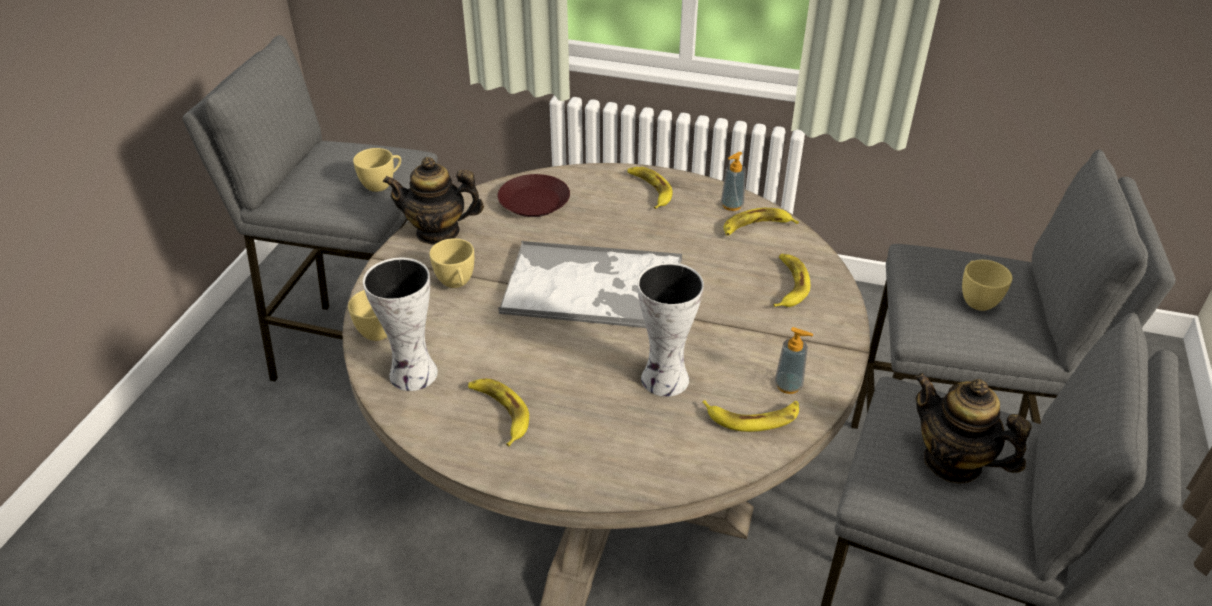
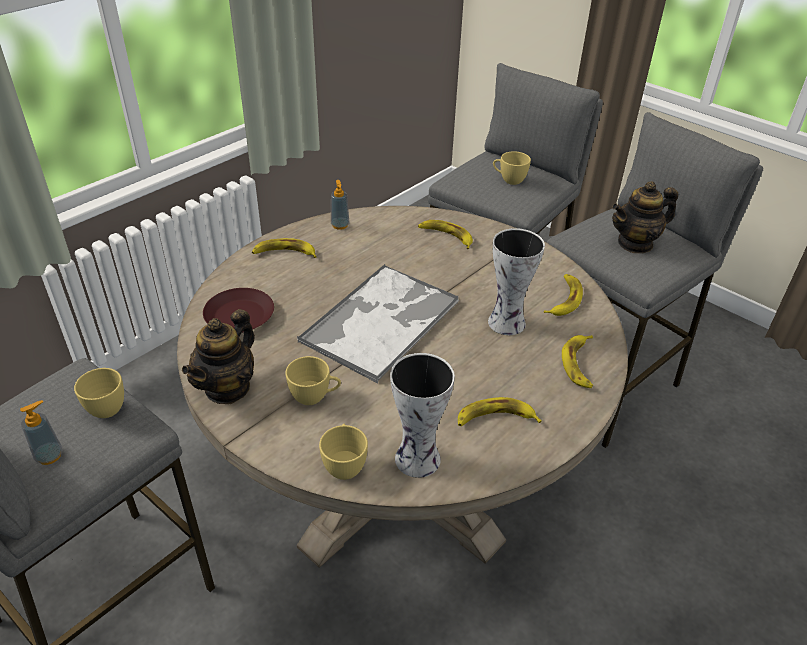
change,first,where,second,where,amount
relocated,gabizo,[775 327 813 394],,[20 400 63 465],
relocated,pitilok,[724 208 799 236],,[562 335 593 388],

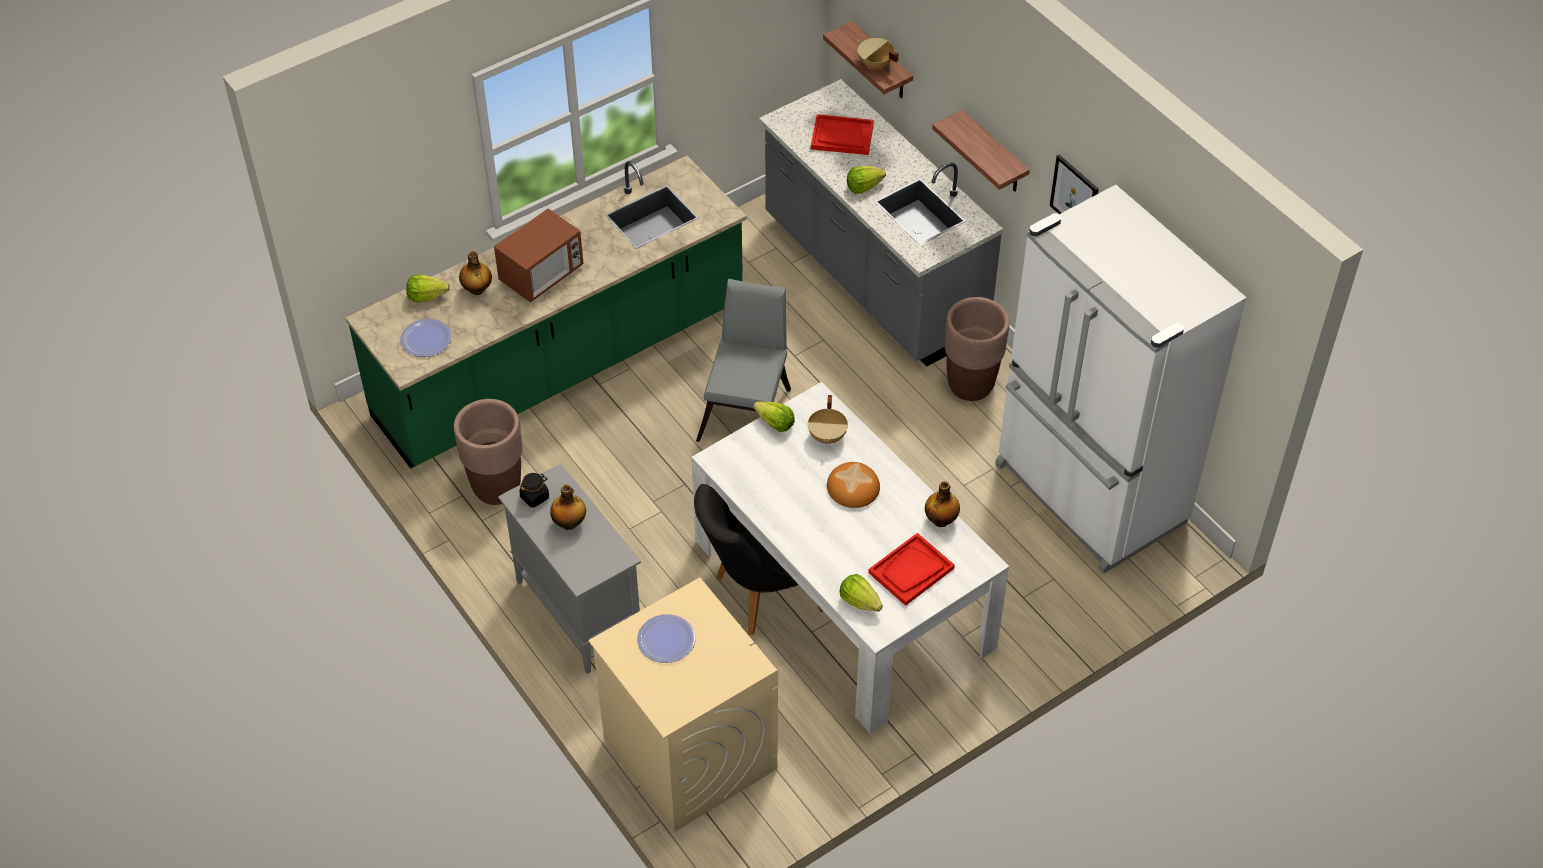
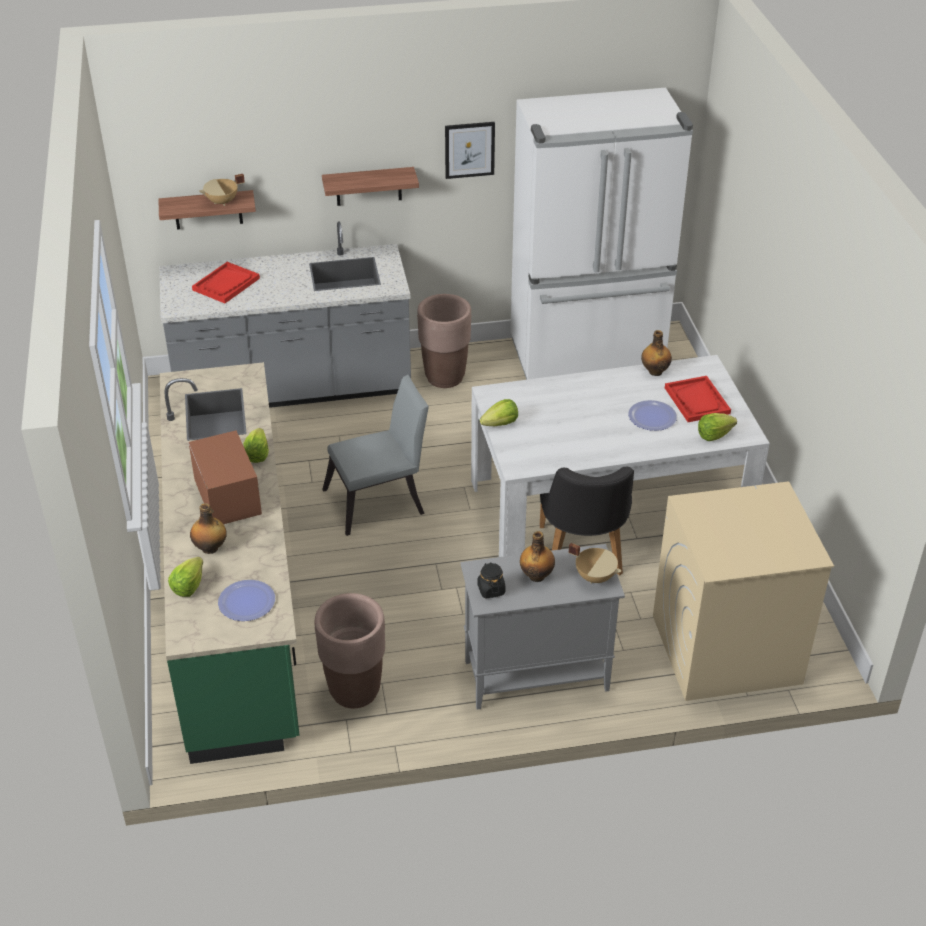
change,first,where,second,where,amount
relocated,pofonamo,[847 166 886 194],,[243 428 269 463],
spun,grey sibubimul,[696 279 791 442],,[322 375 429 536],120 degrees clockwise
relocated,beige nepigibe,[807 395 848 444],,[569 543 621 584],
relocated,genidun,[637 614 695 663],,[628 400 677 431],
missing,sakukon,[827 462 880 508],,,

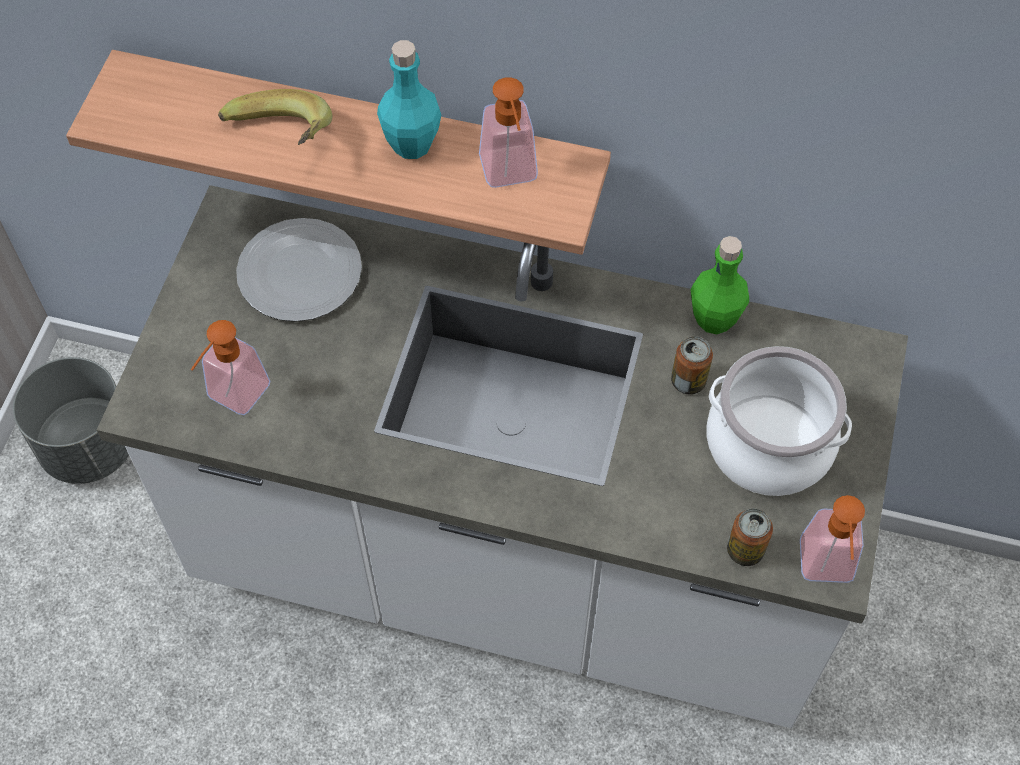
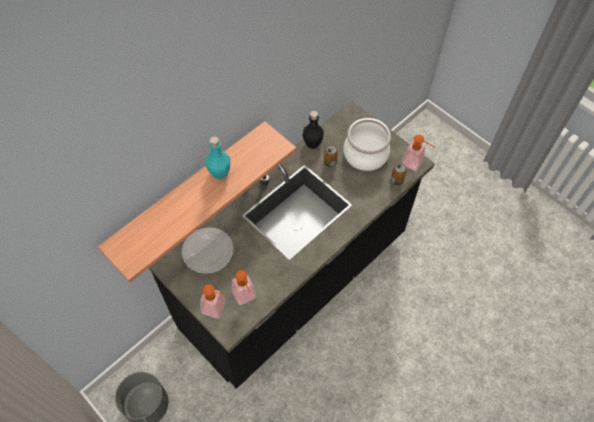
change,first,where,second,where,amount
colour,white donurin,[97 185 908 728],black donurin,[149 100 435 389],
relocated,gabizo,[479 77 538 188],,[200 284 228 318],
colour,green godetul,[690 236 749 334],black godetul,[302 111 324 149],
missing,pitilok,[218 89 332 145],,,

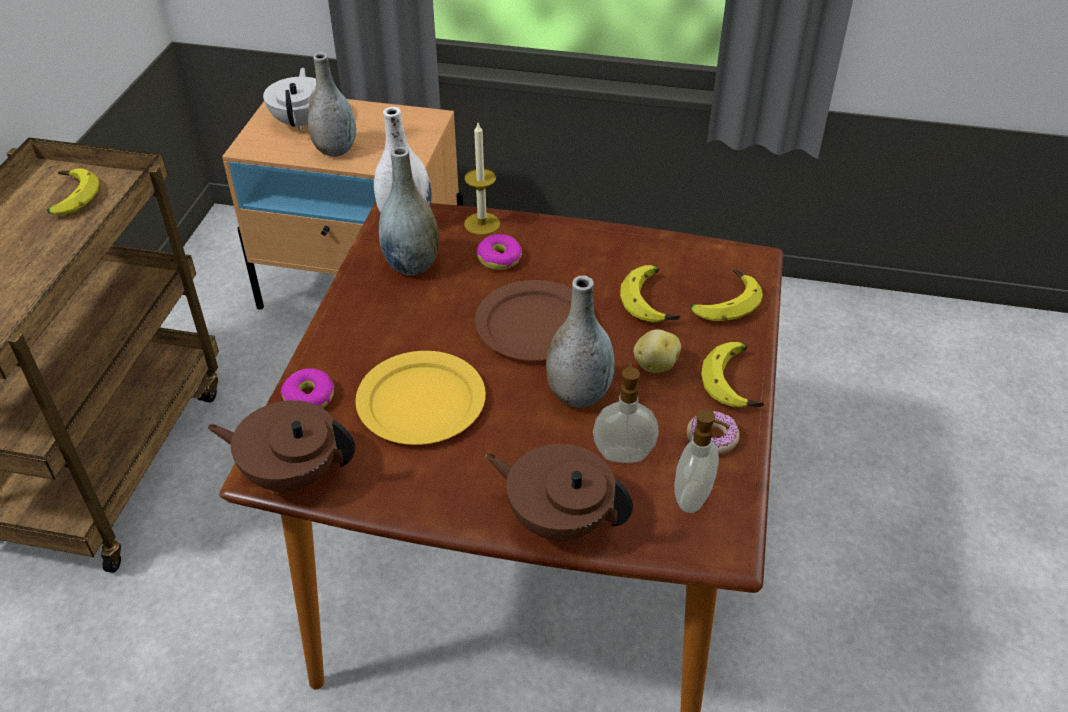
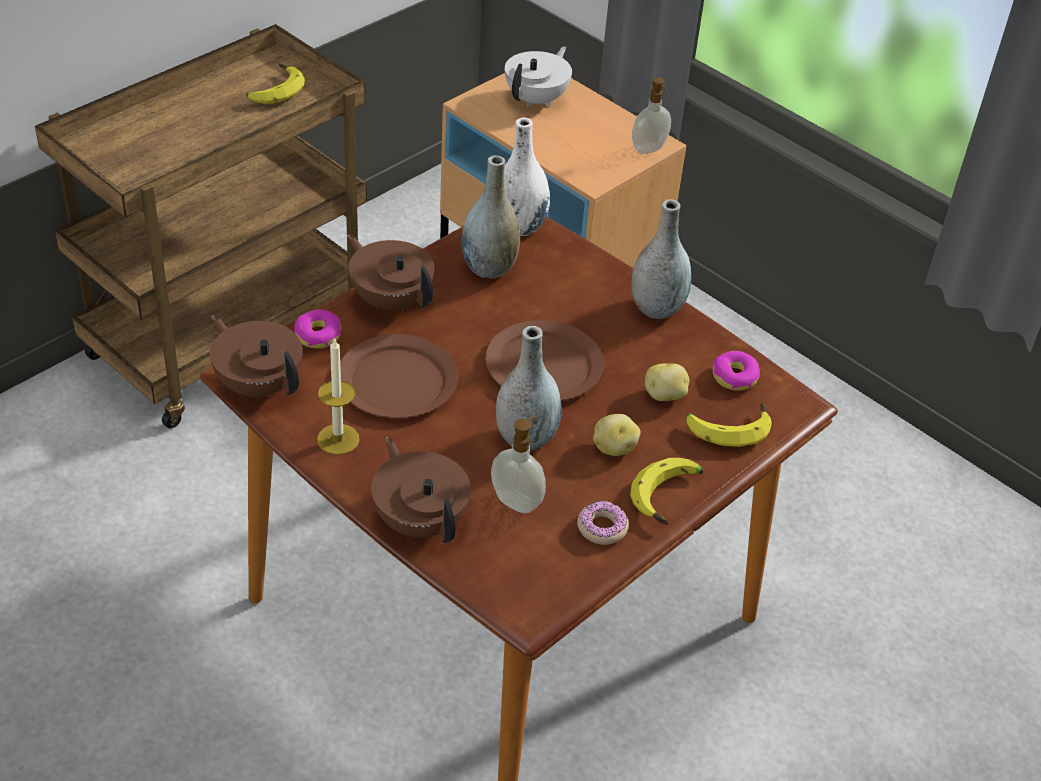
change,first,where,second,where,amount
relocated,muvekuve,[464 123 500 235],,[317 337 360 455],
colour,yellow genidun,[356 351 486 445],brown genidun,[340 334 458 418],
appeared,,,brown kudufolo,[348 235 434 311],
relocated,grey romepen,[307 52 356 157],,[631 199 691 319],
relocated,gabizo,[674 409 730 513],,[632 77 671 154],
exchanged,pitilok,[620 265 681 322],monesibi,[645 363 689 401],
relocated,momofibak,[477 234 522 270],,[713 351 760 391],

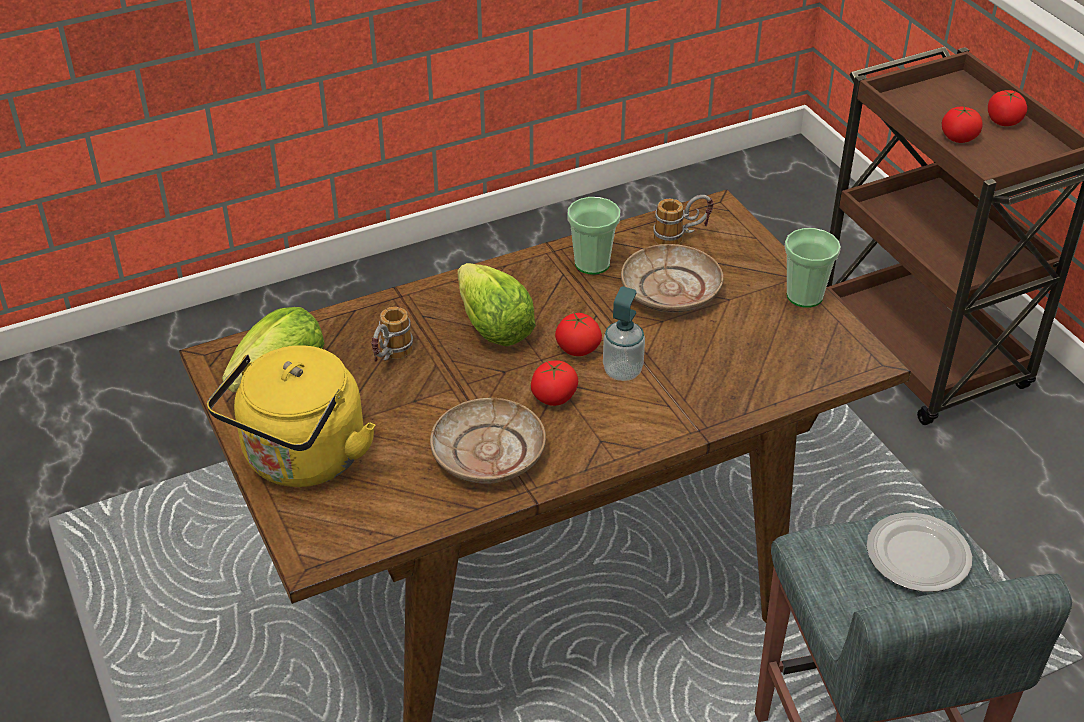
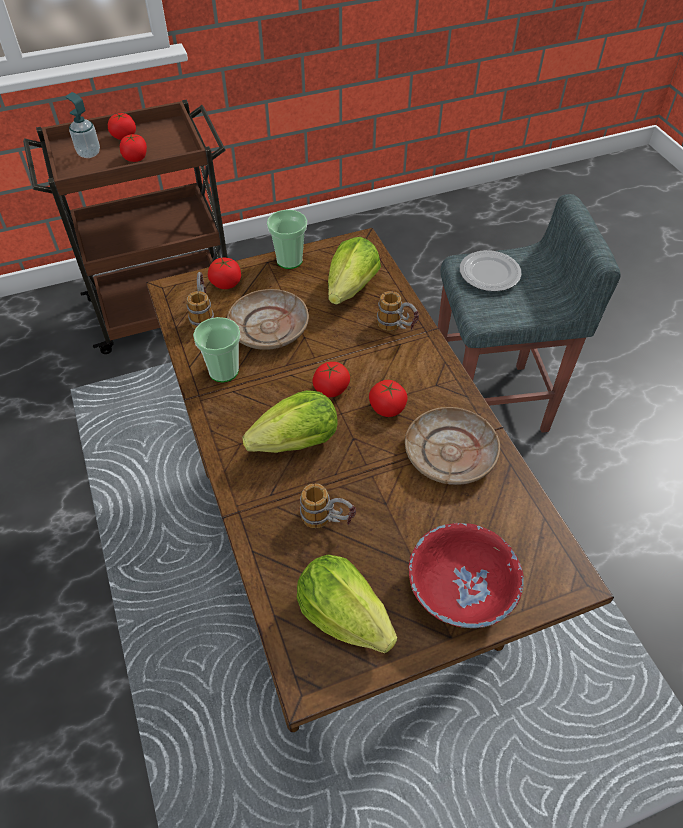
change,first,where,second,where,amount
relocated,gabizo,[603 286 645 381],,[66 92 100 158],
appeared,,,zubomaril,[208 258 241 289],
appeared,,,pofonamo,[328 237 381 305],
appeared,,,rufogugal,[377 291 419 331],
exchanged,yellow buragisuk,[207 345 375 487],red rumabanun,[409 523 524 628],

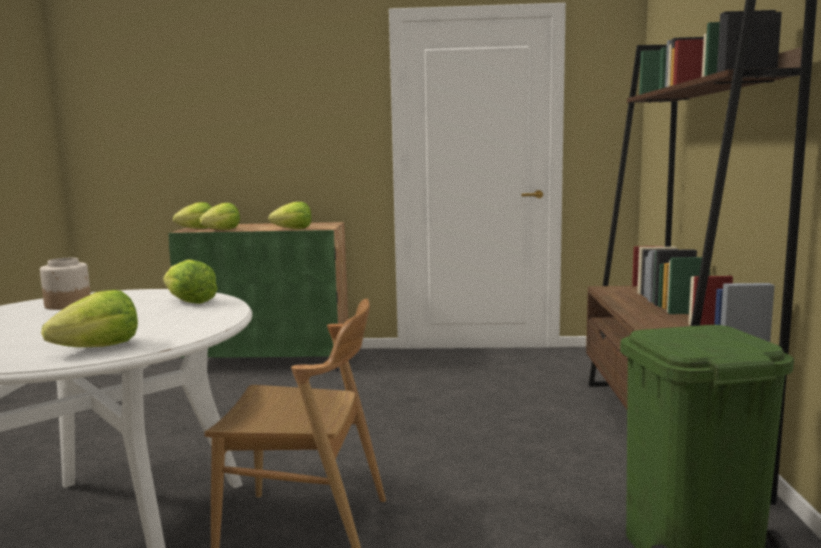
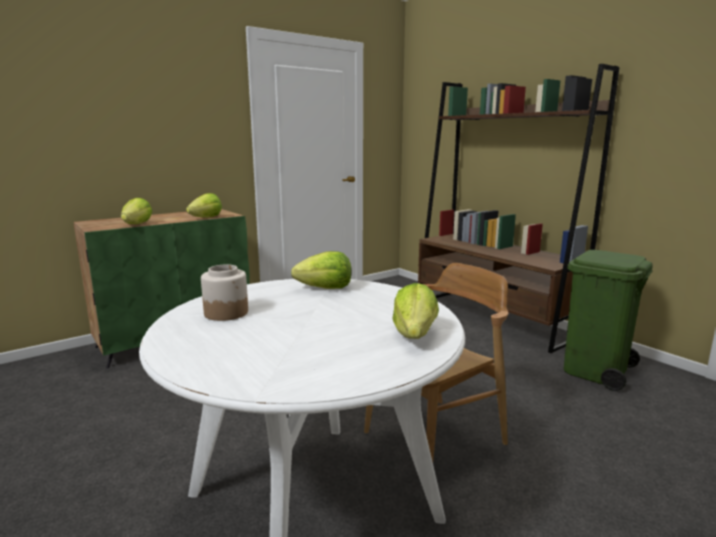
change,first,where,second,where,amount
missing,pofonamo,[173 202 212 229],,,

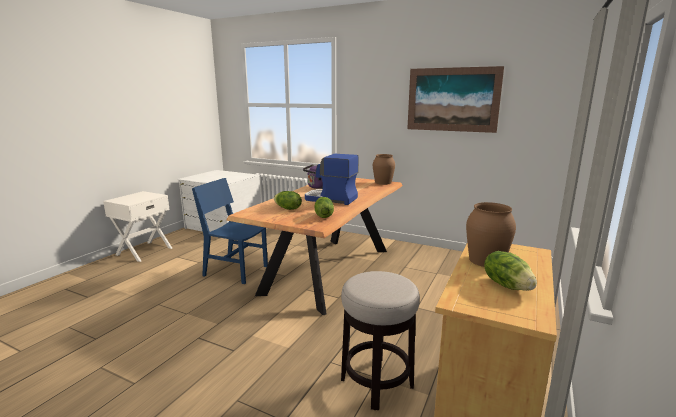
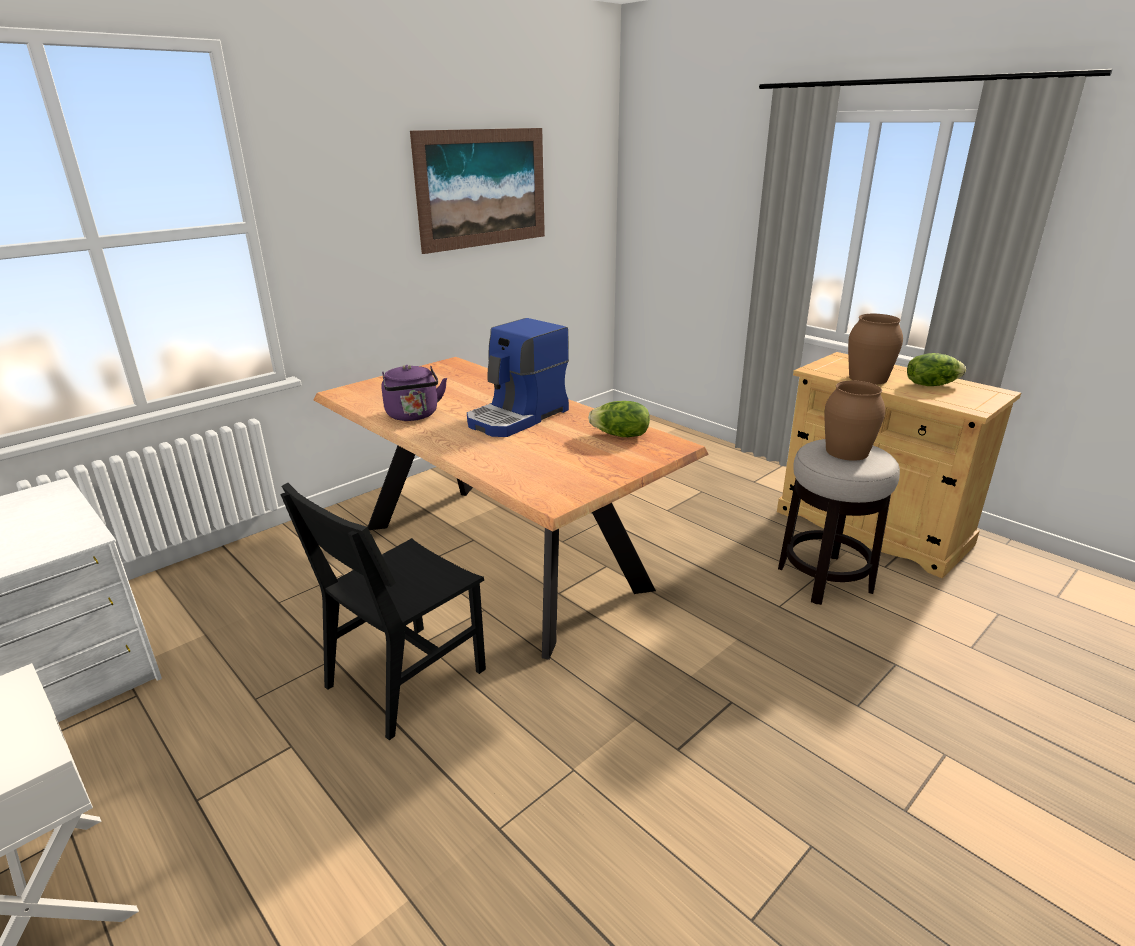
change,first,where,second,where,amount
colour,blue sibubimul,[192 178 268 284],black sibubimul,[280 483 486 740],
relocated,brown romepen,[373 154 395 185],,[825 380 885 461],
missing,pofonamo,[274 191 302 210],,,

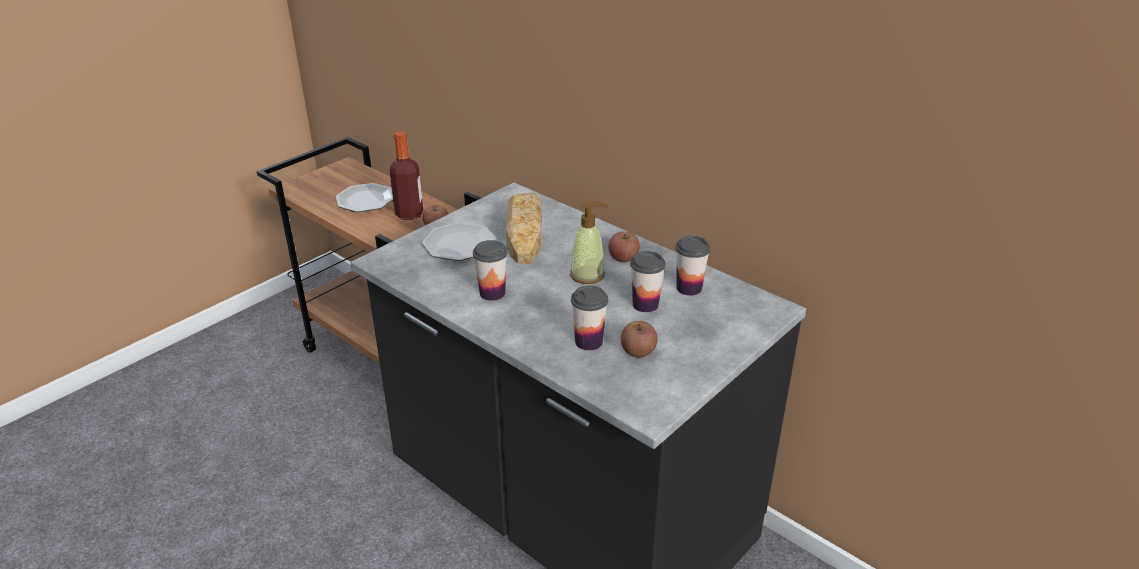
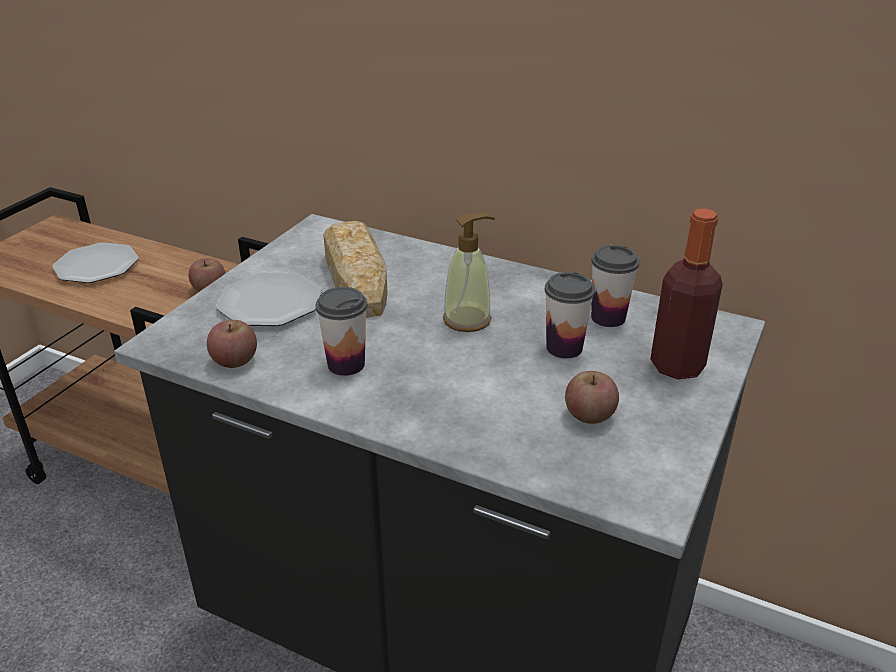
change,first,where,second,where,amount
relocated,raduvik,[608 231 640 262],,[207 320 257 368],
relocated,godetul,[389 131 423 220],,[650 208 723 379],
missing,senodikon,[571 285 608 350],,,

